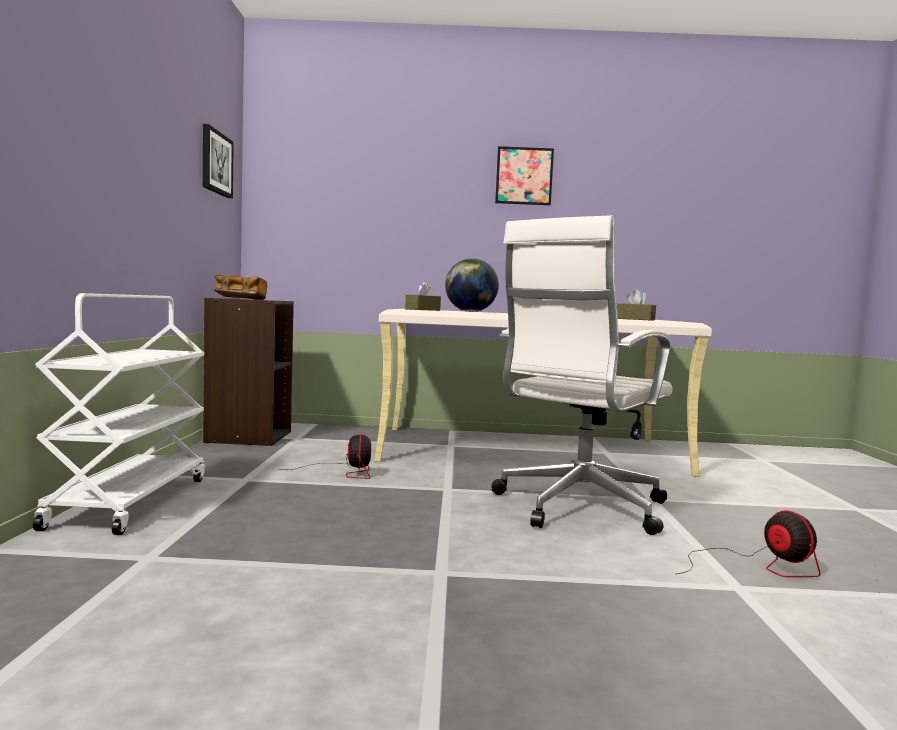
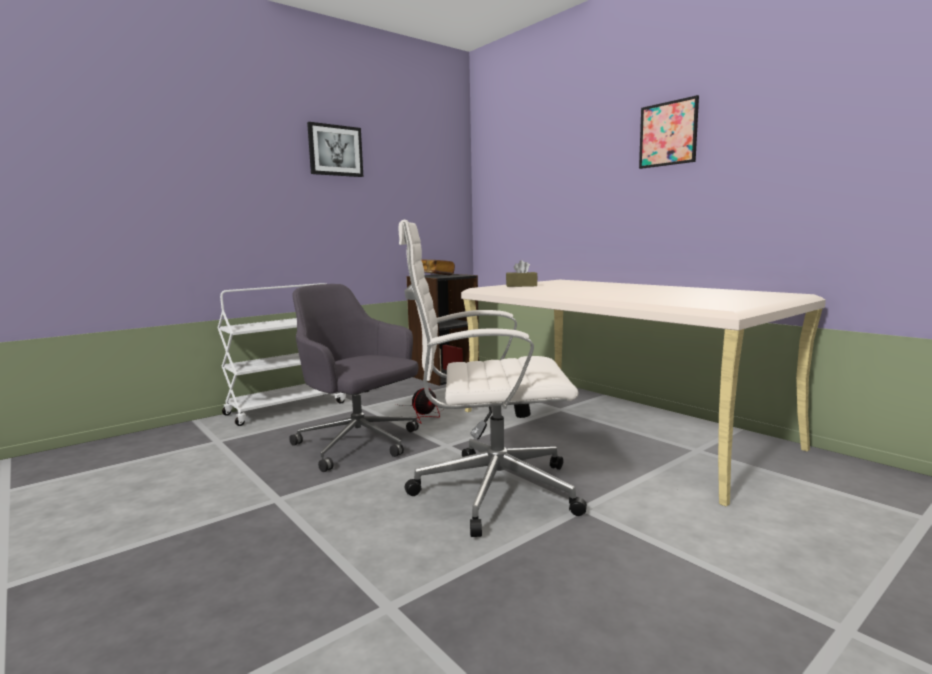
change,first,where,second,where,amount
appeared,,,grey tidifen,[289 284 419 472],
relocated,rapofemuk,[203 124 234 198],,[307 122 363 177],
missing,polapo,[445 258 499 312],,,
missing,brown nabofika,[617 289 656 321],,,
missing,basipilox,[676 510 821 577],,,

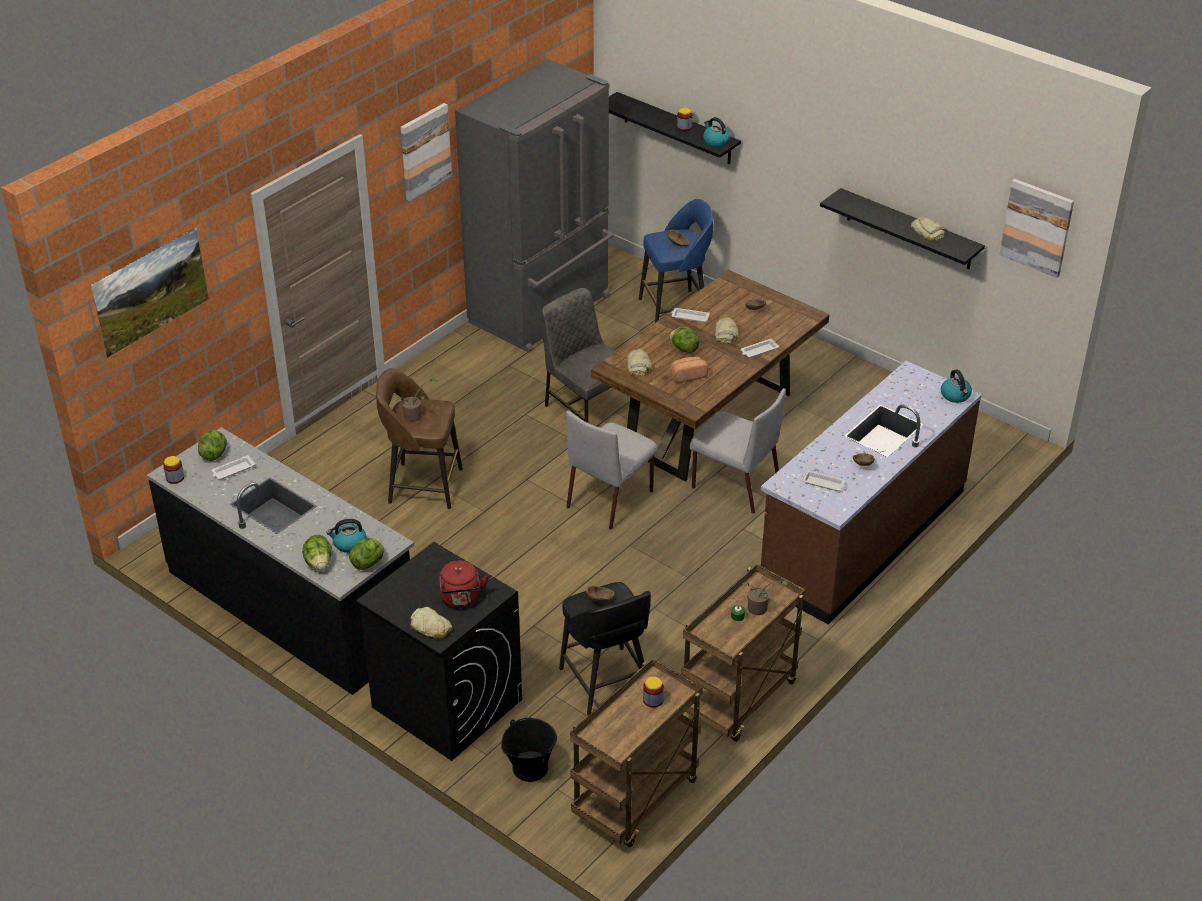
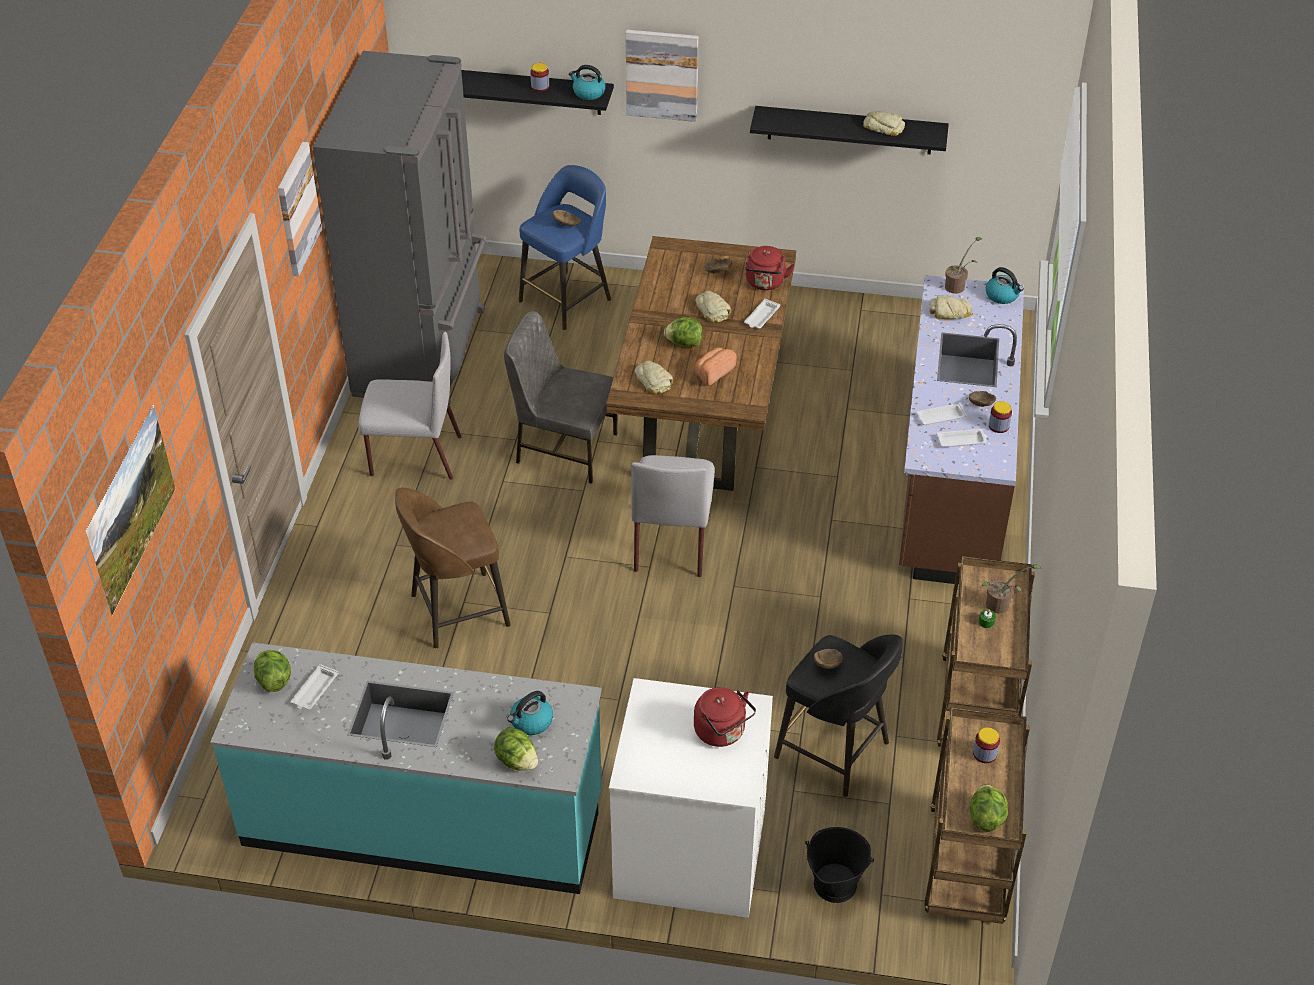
change,first,where,second,where,amount
colour,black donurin,[147 427 414 695],turquoise donurin,[210 642 602 894],
relocated,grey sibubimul,[690 388 786 514],,[358 332 461 480],
colour,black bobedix,[356 542 522 761],white bobedix,[609 678 773 918],
relocated,rapofemuk,[999 179 1074 278],,[626 30 698 122],
appeared,,,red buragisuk,[745 246 794 290],
relocated,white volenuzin,[671 308 710 322],,[917 403 967 425],
relocated,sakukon,[410 607 452 639],,[930 295 972 319],
relocated,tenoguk,[396 378 437 421],,[945 237 982 294],
relocated,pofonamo,[349 538 384 570],,[969 785 1008 832],
relocated,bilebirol,[163 456 184 484],,[989 401 1012 433],

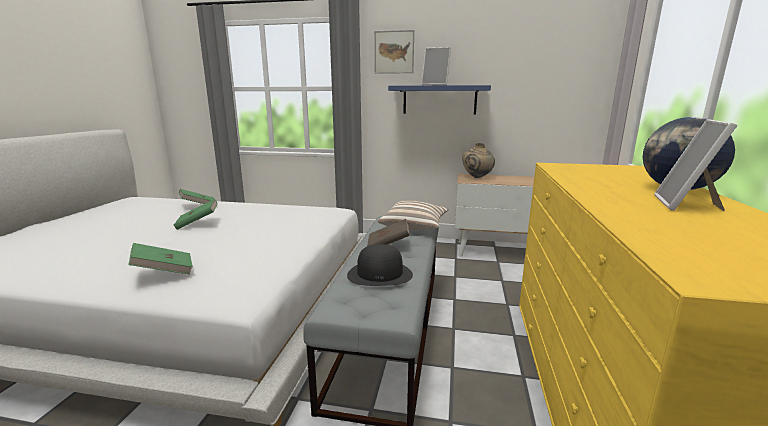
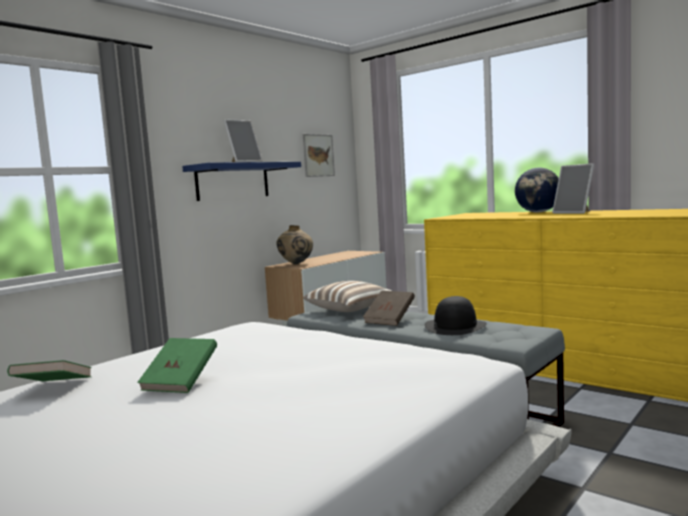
change,first,where,second,where,amount
relocated,rapofemuk,[374 30 414 74],,[303 134 335 177],
missing,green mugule,[128 243 193 275],,,

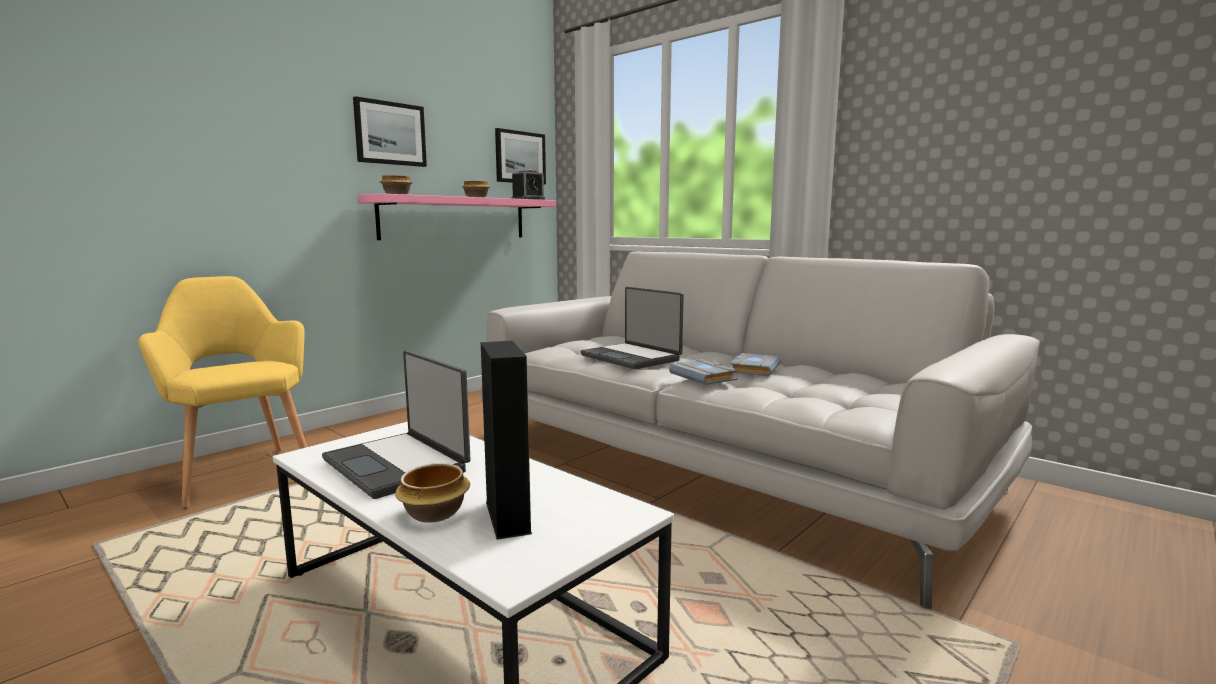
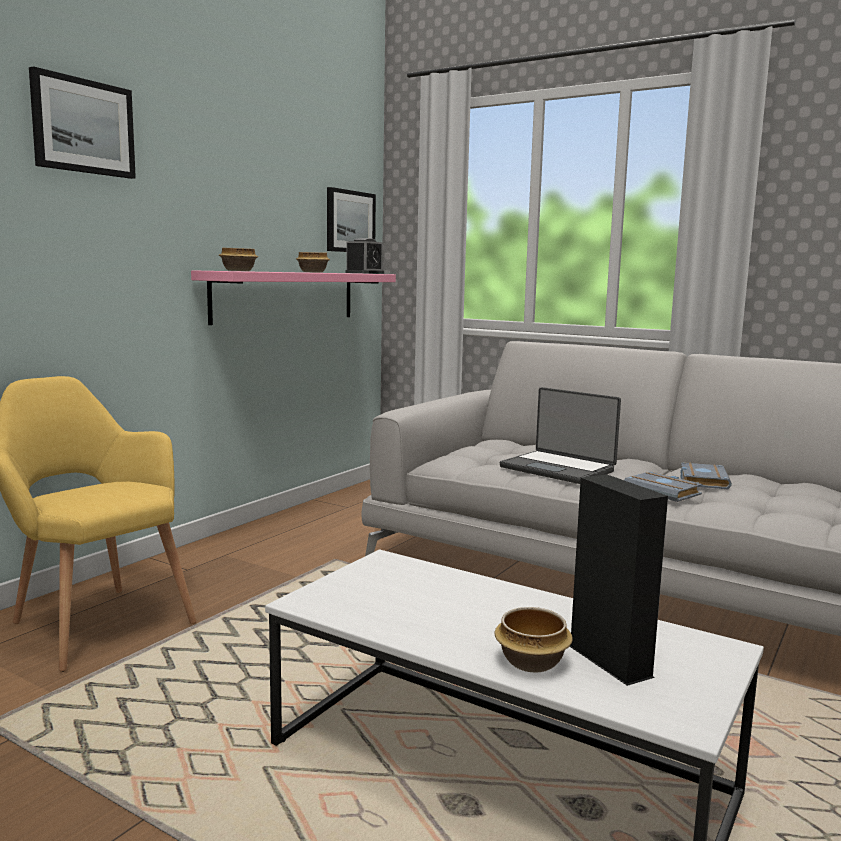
change,first,where,second,where,amount
relocated,rapofemuk,[353 96 427 167],,[29 66 136 179],
missing,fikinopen,[322 350 471 499],,,

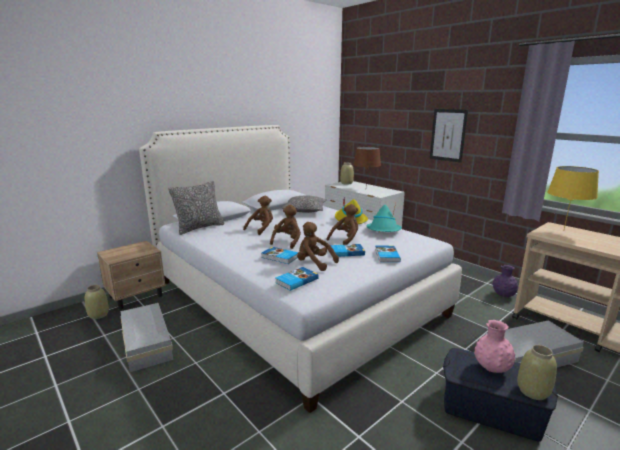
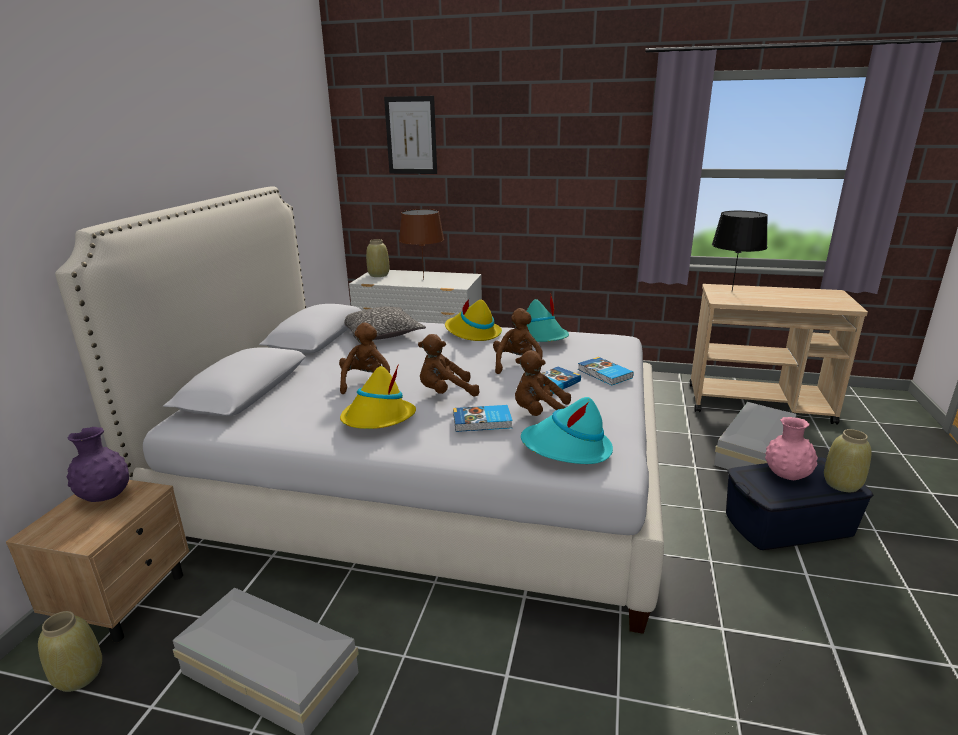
change,first,where,second,where,amount
relocated,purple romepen,[493 265 518 297],,[66 427 129 502],
appeared,,,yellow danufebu,[340 364 416 429],
relocated,rapofemuk,[430 109 468 163],,[384 96 437 174],
spun,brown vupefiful,[270 205 301 249],,[418 334 480 397],90 degrees counterclockwise
exchanged,mugule,[275 267 319 291],turquoise danufebu,[521 397 613 464],
colour,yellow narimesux,[547 166 599 229],black narimesux,[712 211 768 291],
missing,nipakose,[168 181 224 235],,,

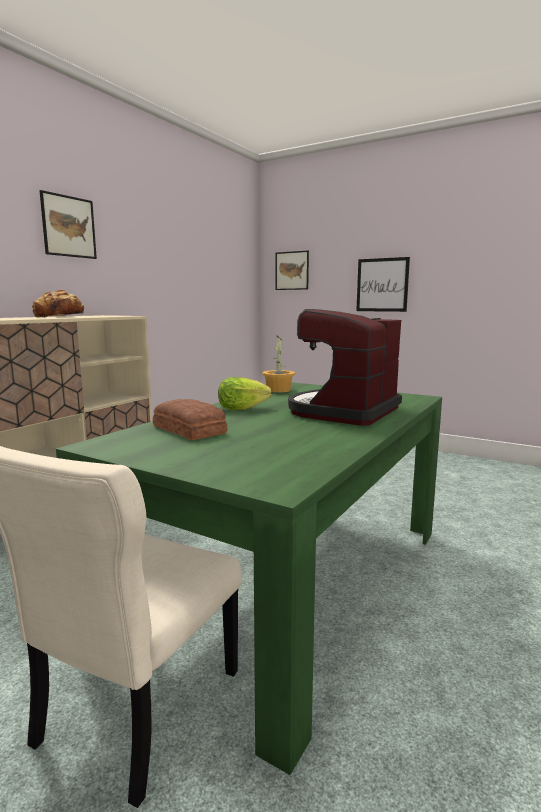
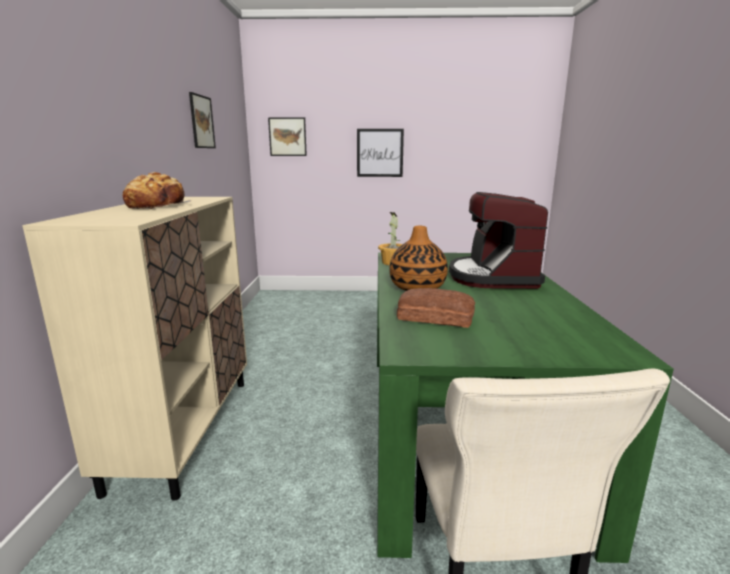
change,first,where,second,where,amount
relocated,rapofemuk,[40 190 97 259],,[189 92 216 148],
exchanged,pofonamo,[218 377 272 410],romepen,[389 226 448 291],

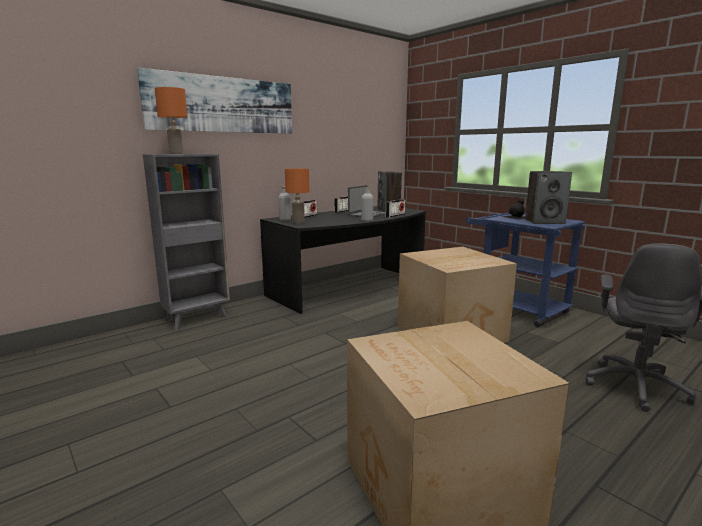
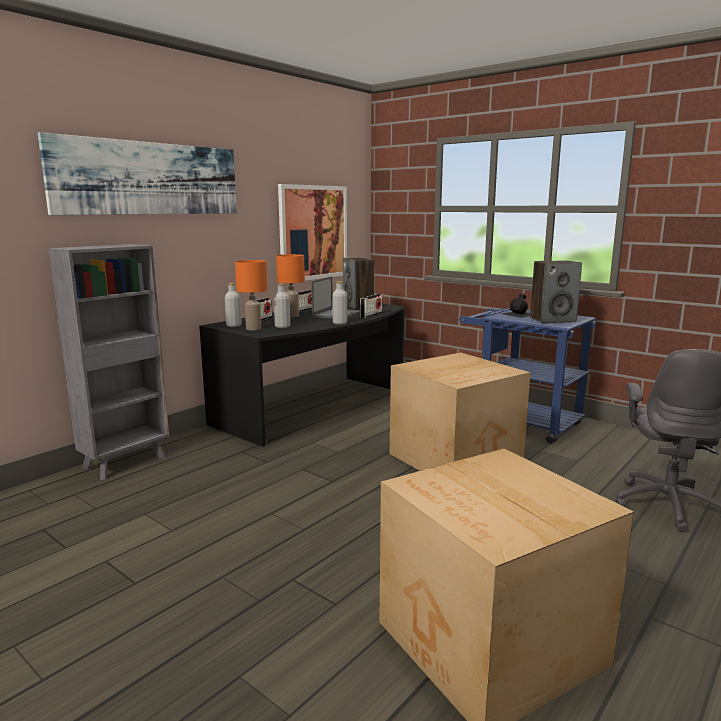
change,first,where,second,where,amount
appeared,,,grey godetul,[274 284 290 328],
relocated,orange narimesux,[155 87 187 154],,[276 254 305 317],
appeared,,,rapofemuk,[278 184 347 281],

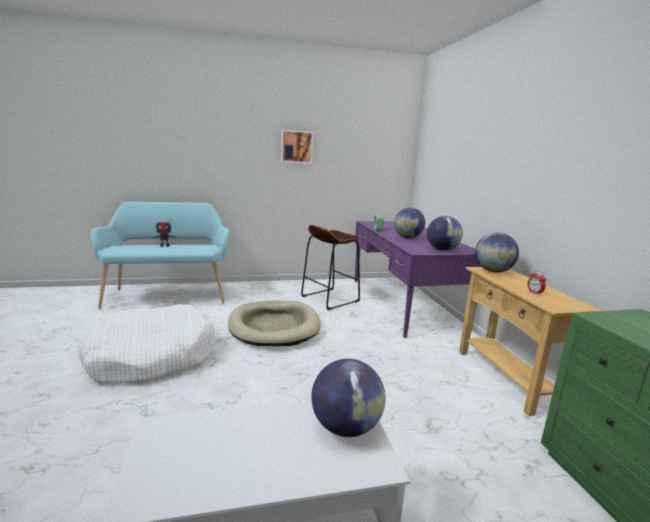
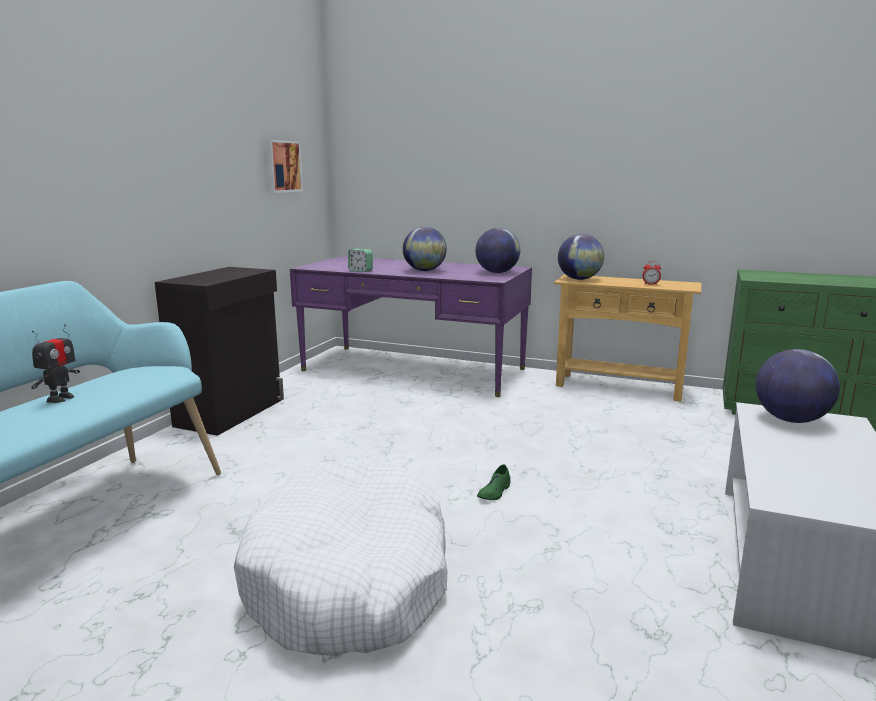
change,first,where,second,where,amount
appeared,,,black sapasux,[155 267 284 436],
relocated,rapofemuk,[281 130 313 164],,[265 140 303 193],
appeared,,,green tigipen,[477 464 511 500],
missing,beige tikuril,[228 300 321 346],,,
missing,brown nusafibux,[301 225 360 310],,,

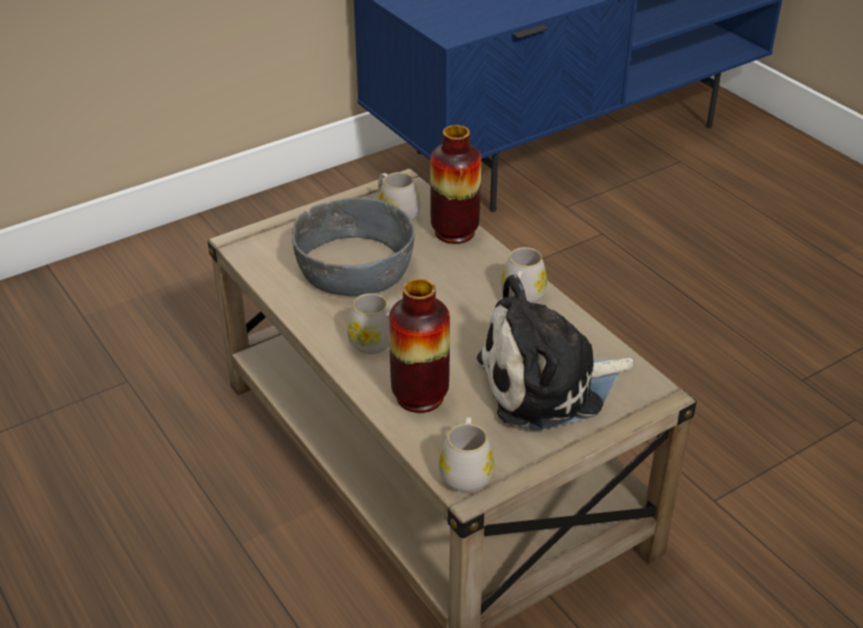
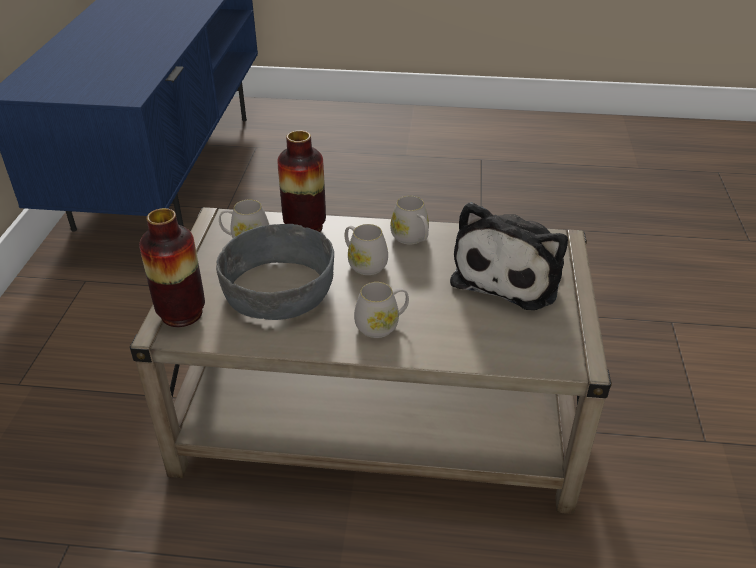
change,first,where,second,where,amount
relocated,romepen,[389 279 450 413],,[139 208 205 327],
relocated,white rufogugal,[439 417 494 492],,[345 224 388 275],

